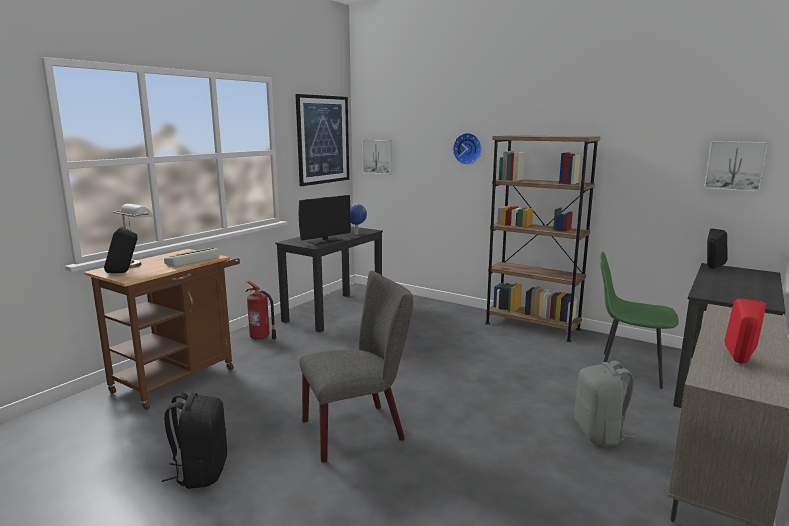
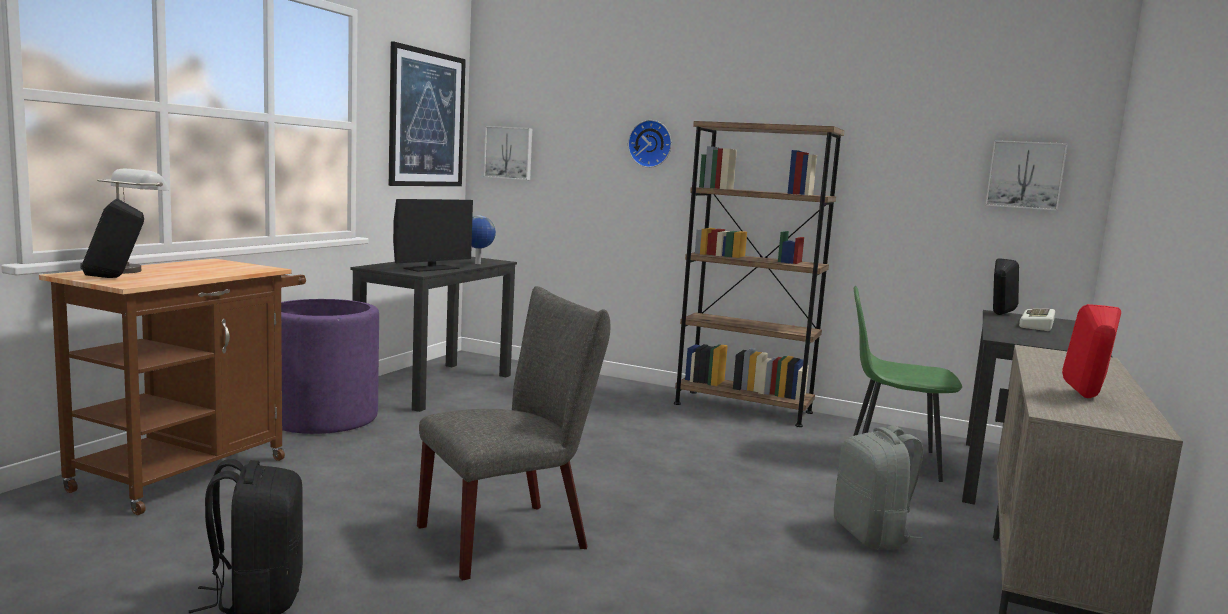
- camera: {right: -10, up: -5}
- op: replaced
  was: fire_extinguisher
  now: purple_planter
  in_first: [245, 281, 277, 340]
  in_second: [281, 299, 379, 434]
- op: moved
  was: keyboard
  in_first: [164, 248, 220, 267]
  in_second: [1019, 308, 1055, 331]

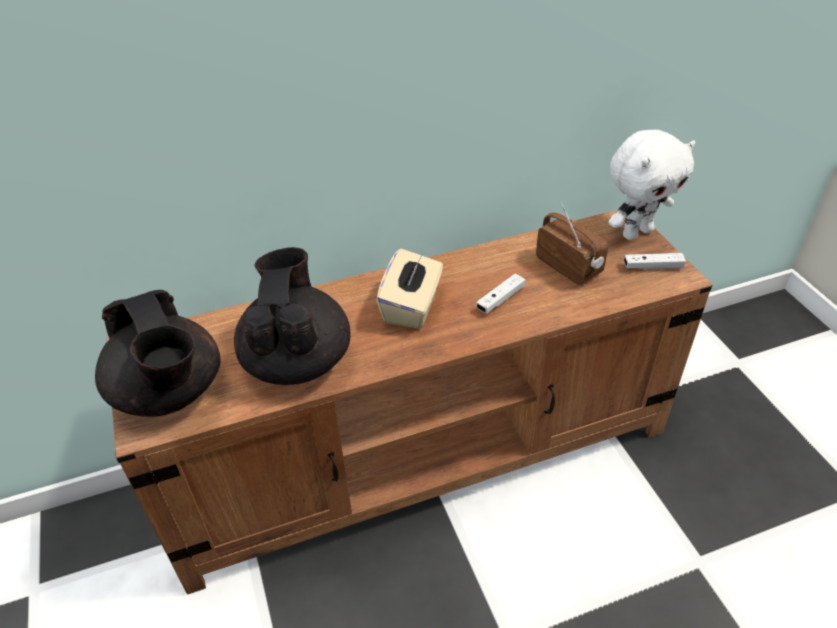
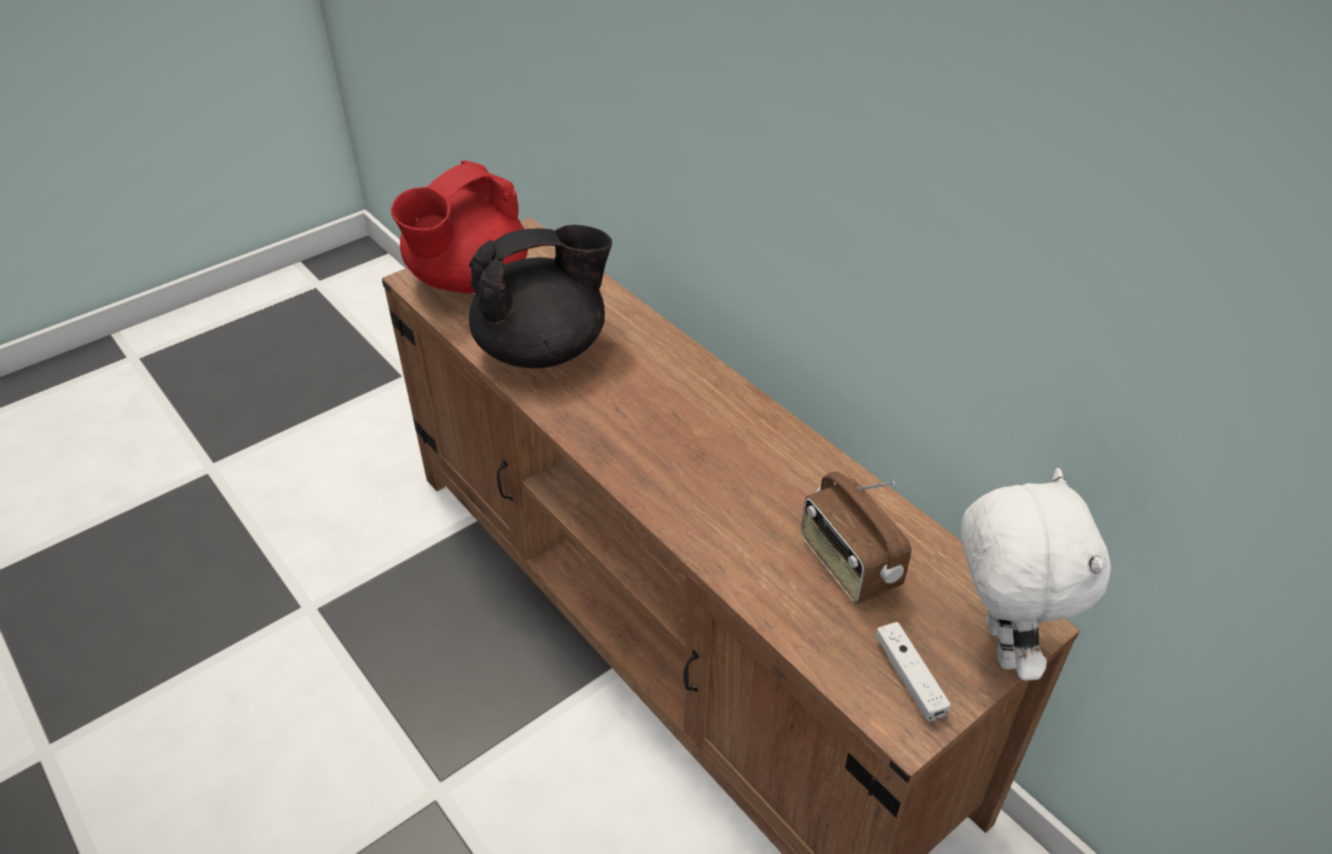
- camera: {right: 70, up: 0}
- op: recoloured
  was: black_teapot
  now: red_teapot
  in_first: [95, 290, 220, 417]
  in_second: [391, 160, 528, 293]
- op: turned
  was: radio
  in_first: [536, 203, 608, 285]
  in_second: [801, 472, 912, 604]
  clockwise: 120
- op: turned
  was: white_plush_toy
  in_first: [608, 130, 695, 240]
  in_second: [961, 468, 1111, 680]
  clockwise: -135
- op: removed
  was: beige_tissue_box
  in_first: [376, 249, 443, 329]
- op: removed
  was: white_game_controller
  in_first: [476, 274, 526, 313]

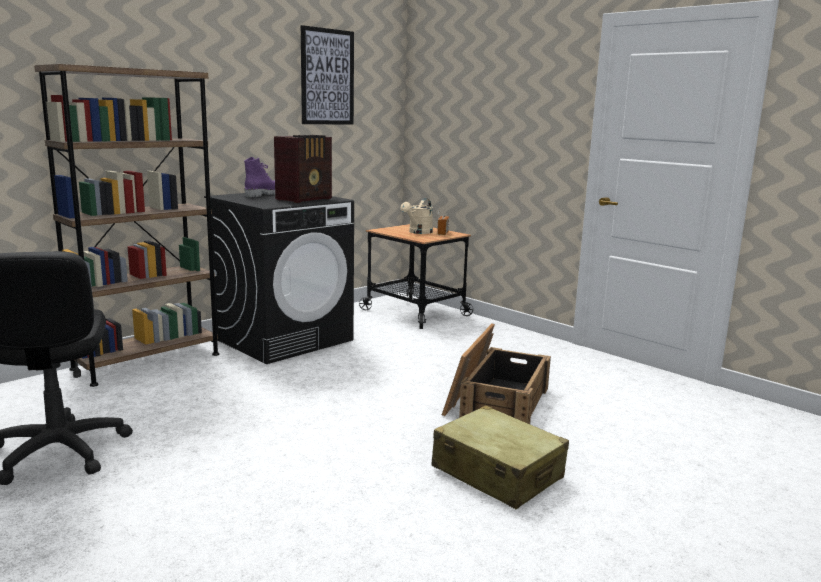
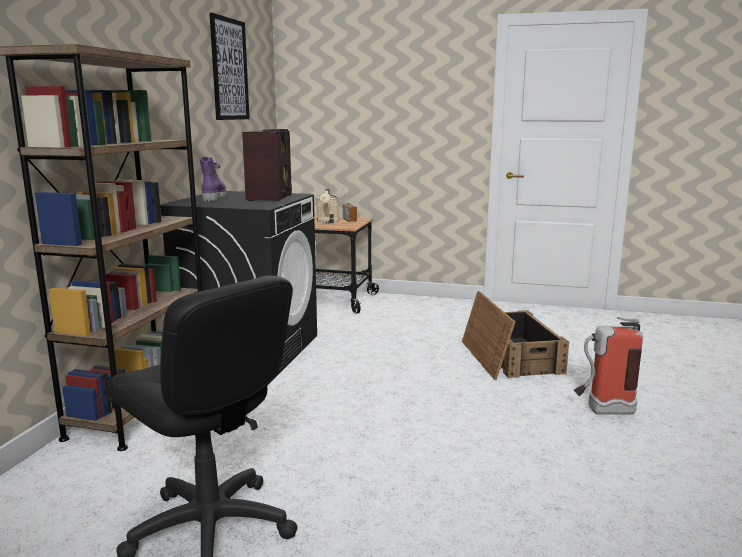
- camera: {right: -30, up: 0}
- op: replaced
  was: beige_suitcase
  now: fire_extinguisher
  in_first: [431, 405, 569, 509]
  in_second: [574, 317, 643, 415]

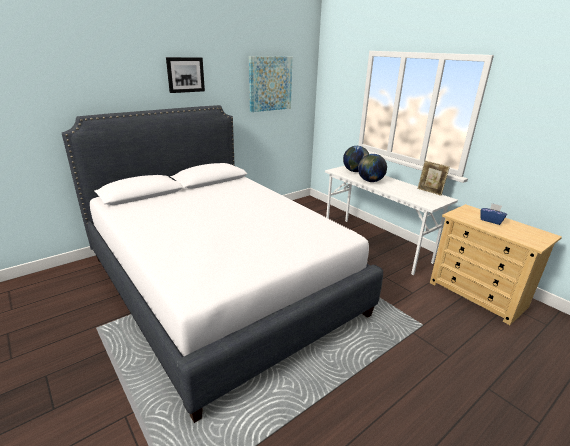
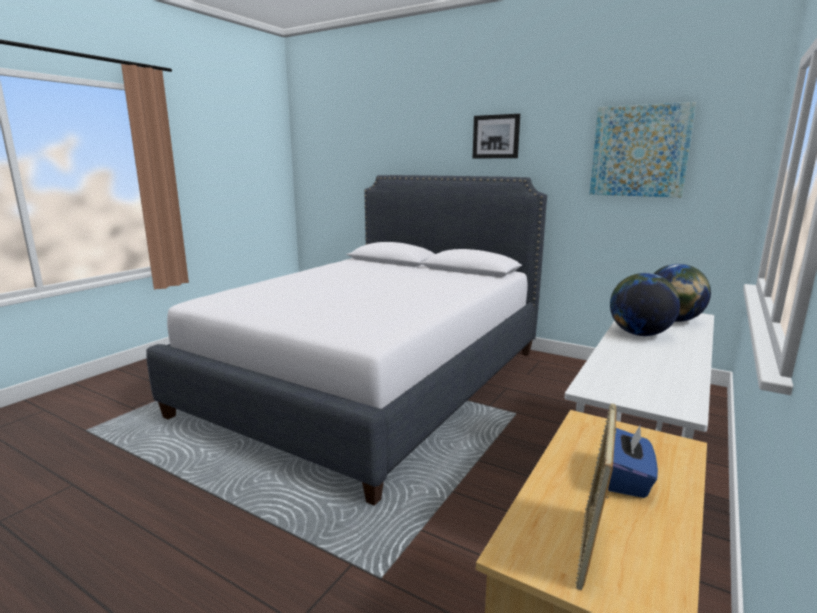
- camera: {right: 70, up: -10}
- op: moved
  was: picture_frame
  in_first: [418, 161, 450, 196]
  in_second: [575, 403, 616, 590]

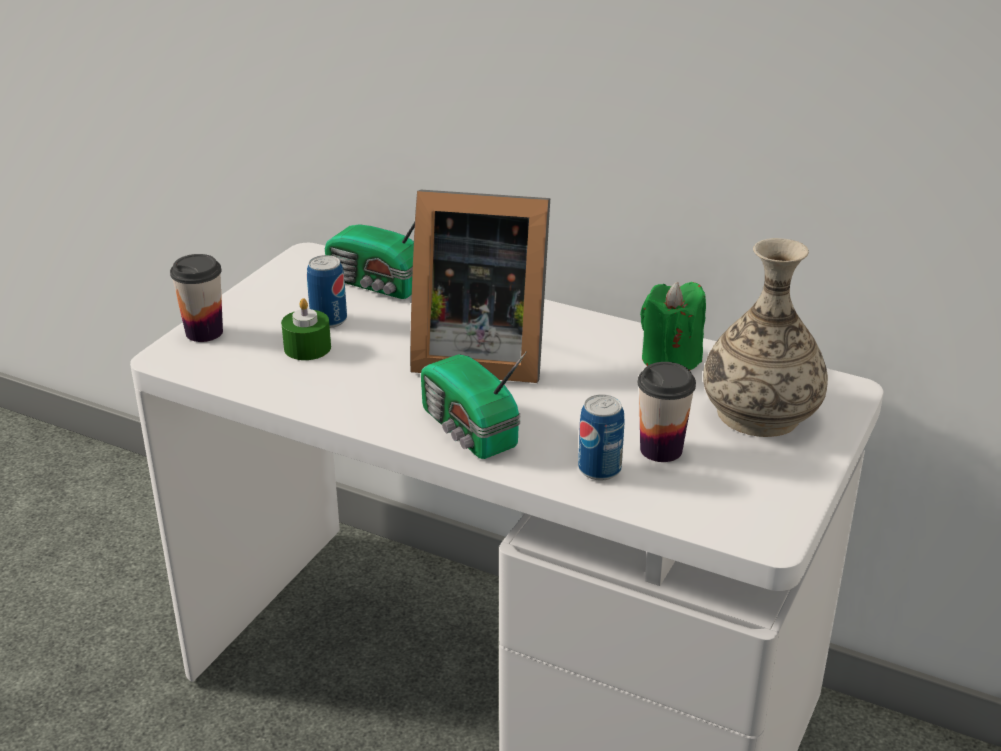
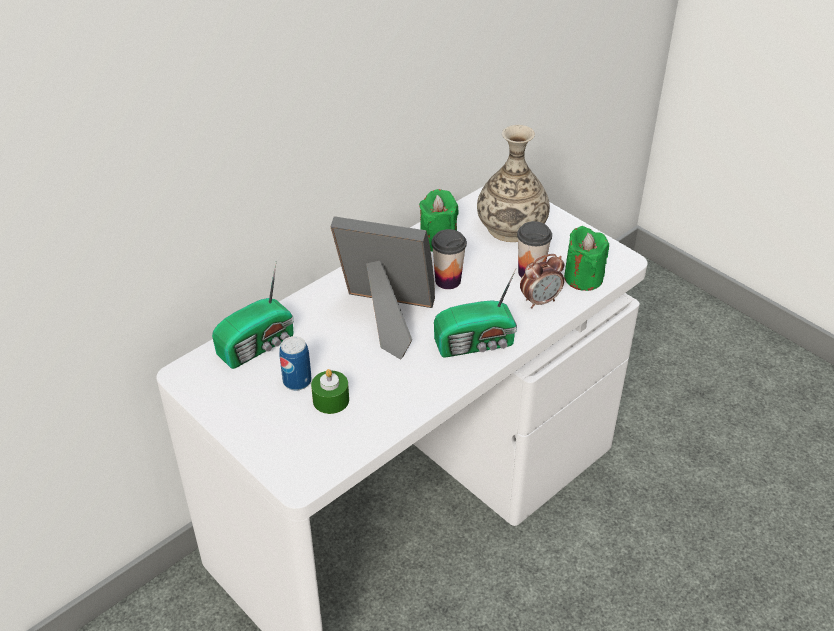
- camera: {right: -70, up: 10}
- op: turned
  was: picture_frame
  in_first: [410, 190, 550, 383]
  in_second: [330, 216, 435, 360]
  clockwise: -105
- op: moved
  was: cup
  in_first: [170, 254, 223, 342]
  in_second: [431, 229, 467, 289]
- op: replaced
  was: can
  now: alarm_clock
  in_first: [578, 394, 625, 480]
  in_second: [520, 254, 565, 309]
- op: added
  now: green_candle
  in_second: [564, 226, 609, 291]

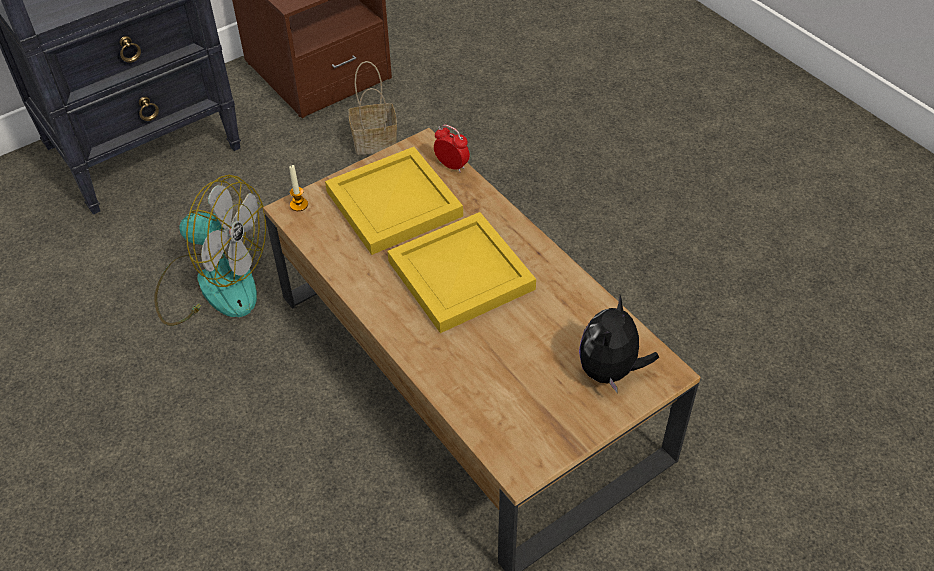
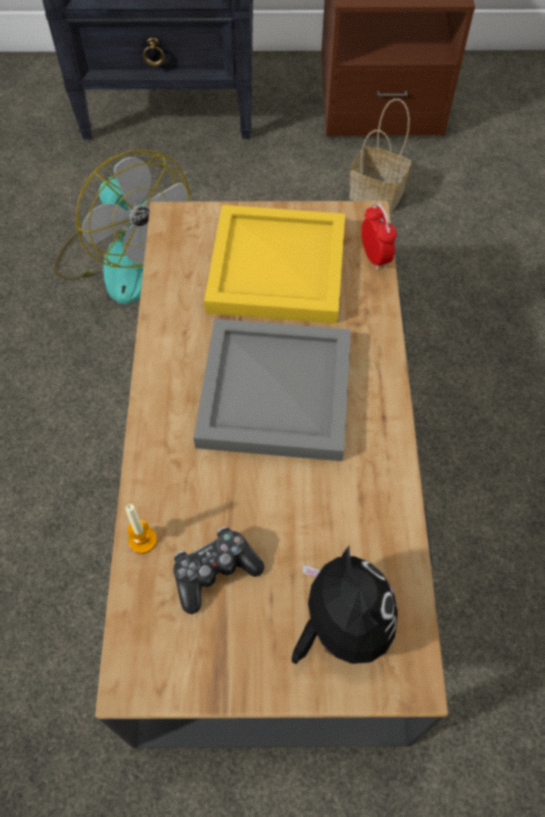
- camera: {right: 35, up: 10}
- op: moved
  was: candle
  in_first: [289, 165, 308, 211]
  in_second: [125, 504, 157, 554]
- op: added
  now: game_controller
  in_second: [173, 527, 264, 614]
- op: recoloured
  was: yellow_tray
  now: grey_tray
  in_first: [387, 212, 536, 333]
  in_second: [194, 319, 351, 461]
- op: turned
  was: plush_toy
  in_first: [579, 295, 659, 392]
  in_second: [292, 546, 398, 664]
  clockwise: 105

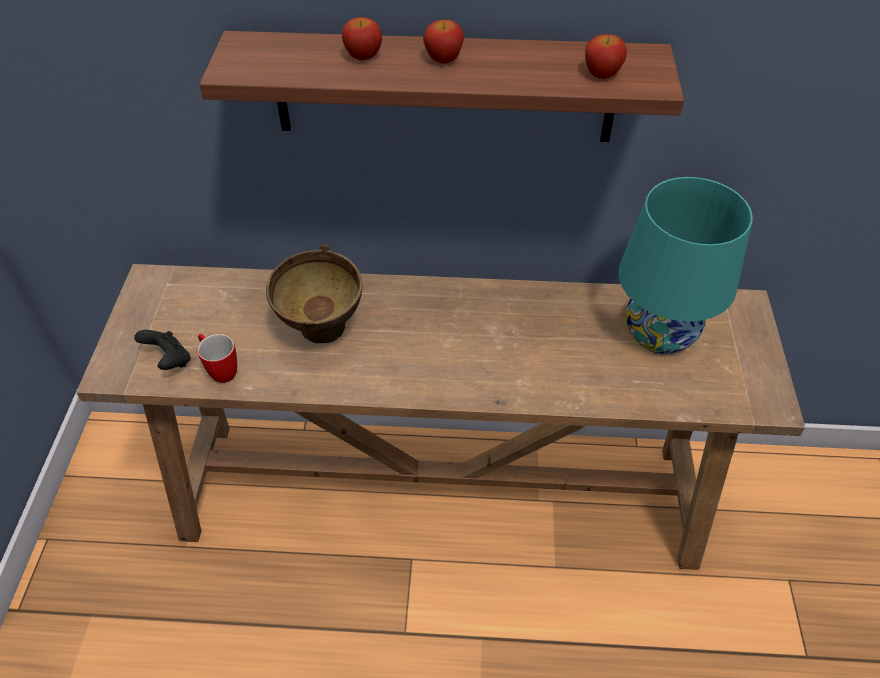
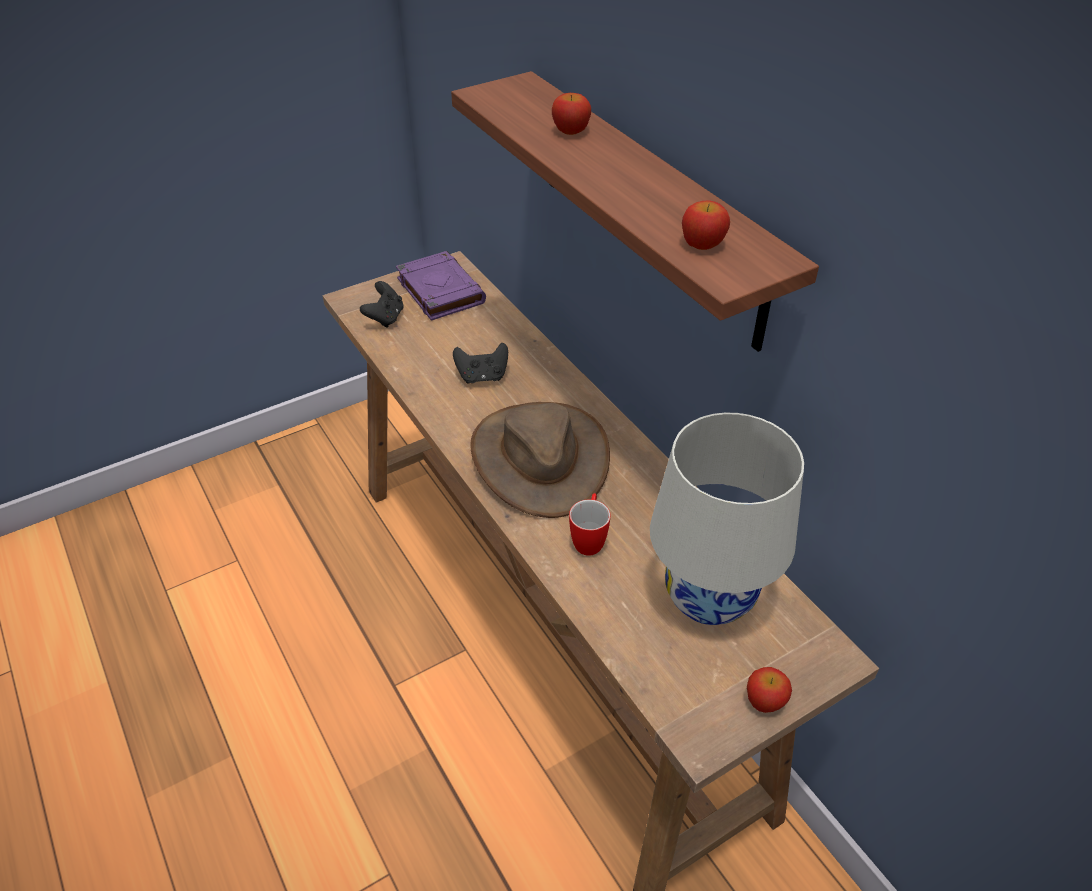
- camera: {right: 55, up: -5}
- op: added
  now: purple_book
  in_second: [396, 251, 486, 321]
- op: replaced
  was: brown_bowl
  now: black_game_controller
  in_first: [266, 244, 362, 344]
  in_second: [453, 343, 508, 383]
- op: added
  now: brown_hat
  in_second: [470, 402, 610, 518]
- op: moved
  was: mug
  in_first: [197, 334, 237, 383]
  in_second: [569, 493, 611, 556]
- op: recoloured
  was: turquoise_table_lamp
  now: white_table_lamp
  in_first: [618, 177, 753, 354]
  in_second: [650, 413, 804, 625]
- op: moved
  was: apple
  in_first: [423, 20, 464, 64]
  in_second: [747, 667, 792, 713]

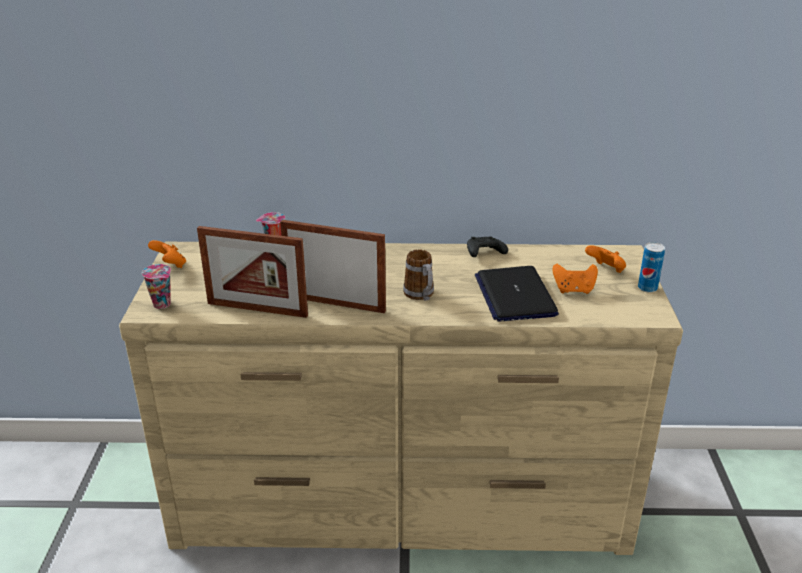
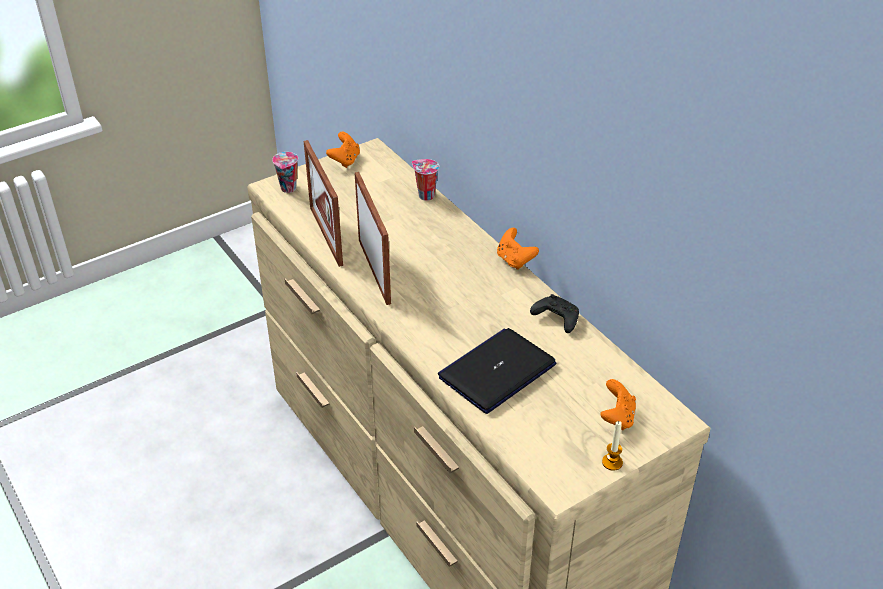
- camera: {right: 55, up: 10}
- op: moved
  was: orange_game_controller
  in_first: [553, 264, 598, 294]
  in_second: [497, 228, 539, 270]
- op: replaced
  was: can
  now: candle
  in_first: [638, 242, 665, 293]
  in_second: [602, 421, 623, 471]
- op: removed
  was: mug
  in_first: [403, 249, 434, 301]

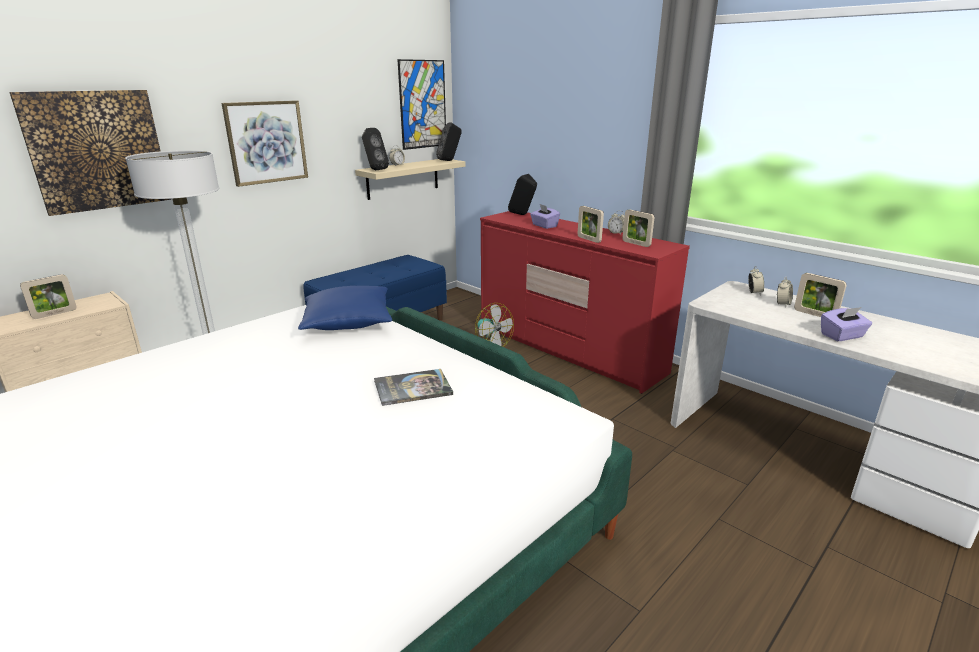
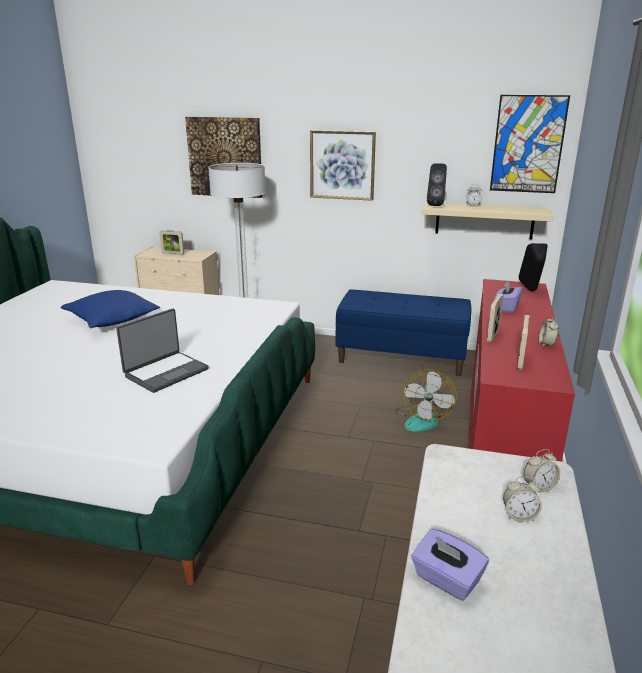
- camera: {right: 60, up: 0}
- op: moved
  was: blue_pillow
  in_first: [298, 286, 392, 330]
  in_second: [60, 290, 161, 328]
- op: replaced
  was: book
  now: laptop
  in_first: [374, 369, 453, 406]
  in_second: [116, 309, 209, 393]
- op: removed
  was: black_speaker
  in_first: [436, 123, 461, 161]
- op: removed
  was: picture_frame
  in_first: [794, 273, 847, 317]

